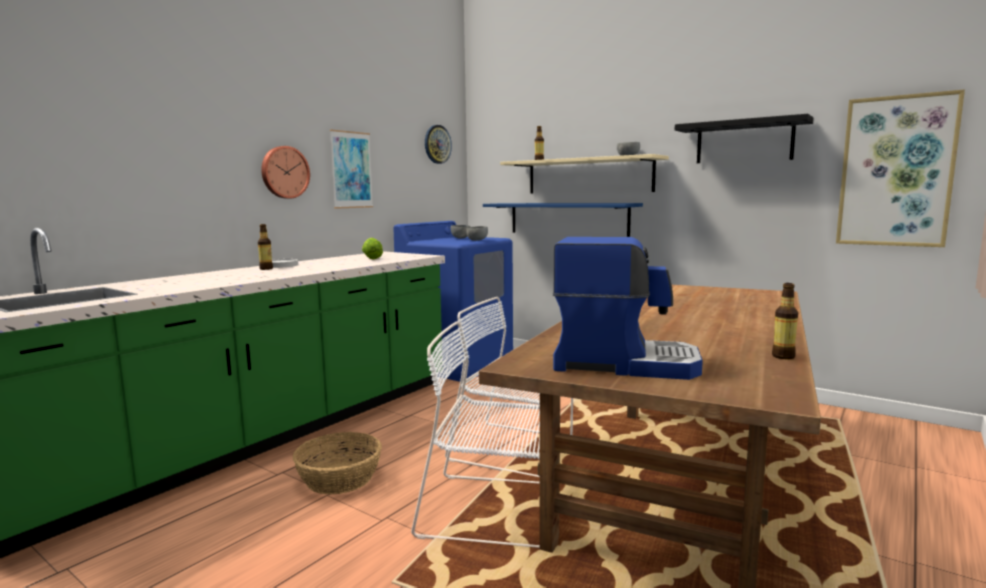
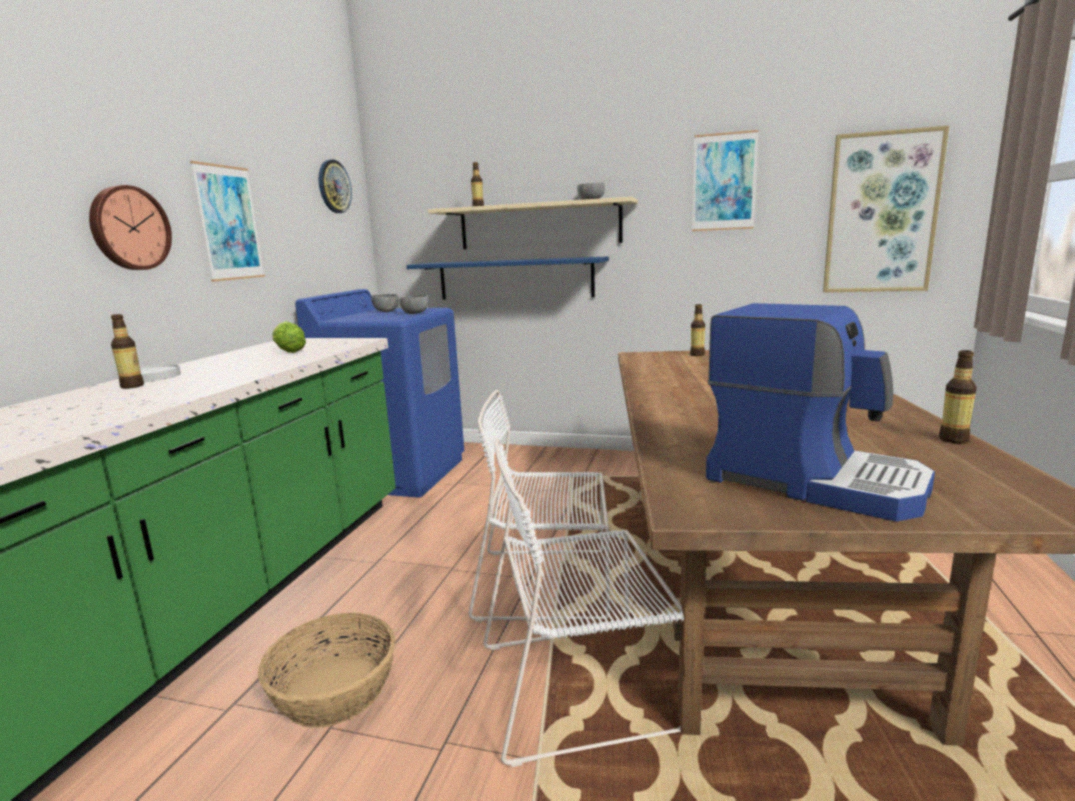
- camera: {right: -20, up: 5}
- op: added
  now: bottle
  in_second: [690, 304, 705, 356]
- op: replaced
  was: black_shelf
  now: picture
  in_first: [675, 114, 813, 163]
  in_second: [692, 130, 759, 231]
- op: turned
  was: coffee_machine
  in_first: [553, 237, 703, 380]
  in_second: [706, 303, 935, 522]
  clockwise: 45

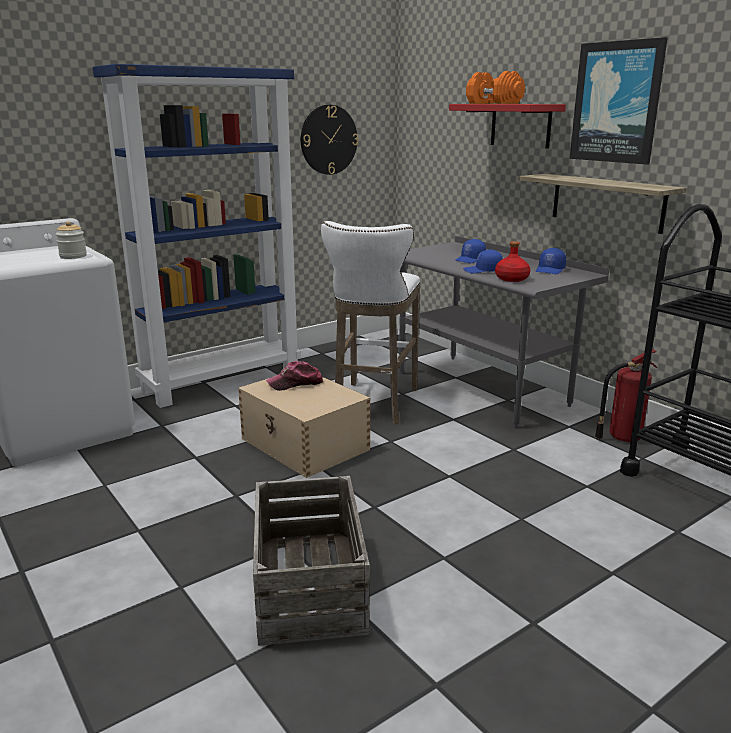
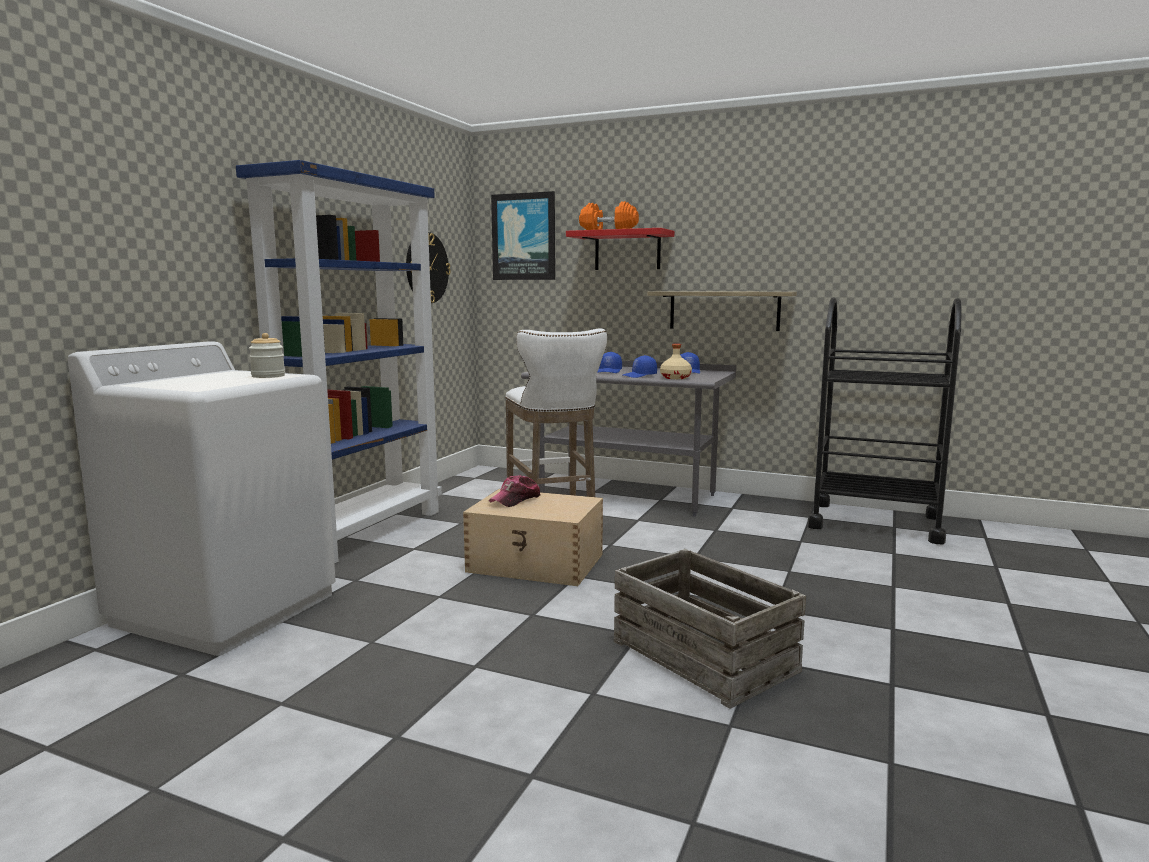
- camera: {right: -30, up: -10}
- op: moved
  was: picture
  in_first: [570, 37, 668, 165]
  in_second: [491, 191, 555, 280]
- op: recoloured
  was: red_bottle
  now: beige_bottle
  in_first: [495, 241, 530, 282]
  in_second: [660, 344, 692, 379]
- op: removed
  was: fire_extinguisher
  in_first: [595, 349, 657, 443]

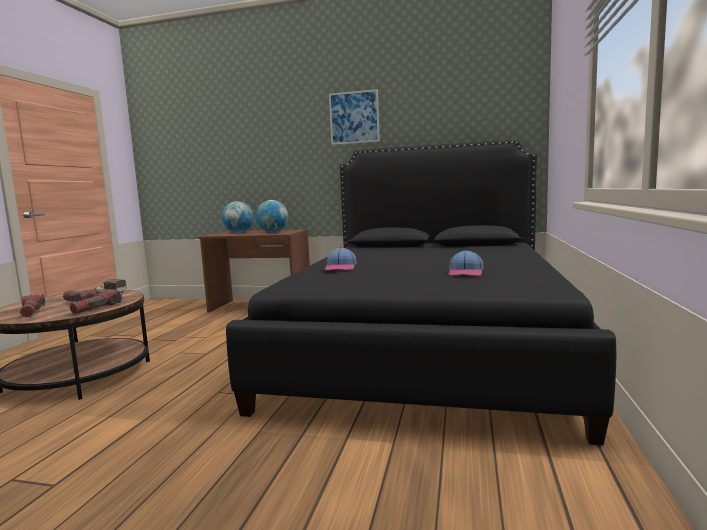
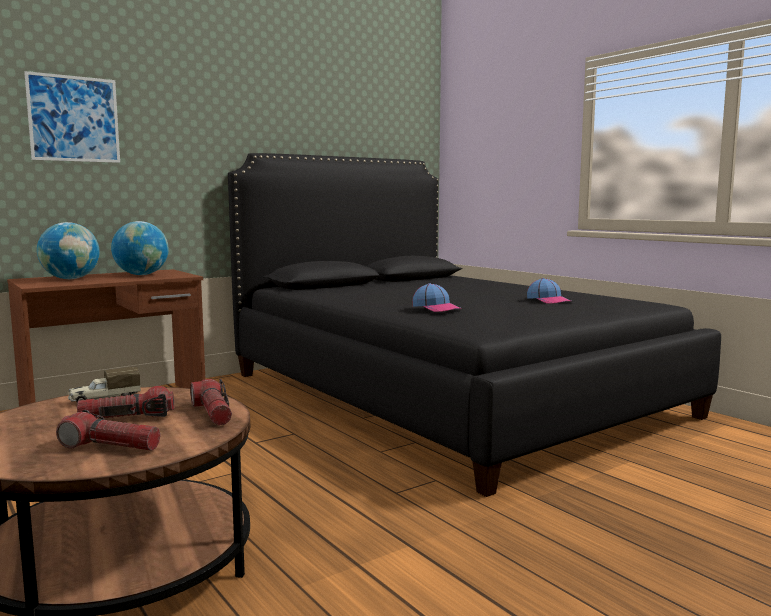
- camera: {right: -50, up: 0}
- op: moved
  was: picture
  in_first: [329, 89, 380, 145]
  in_second: [24, 71, 120, 163]

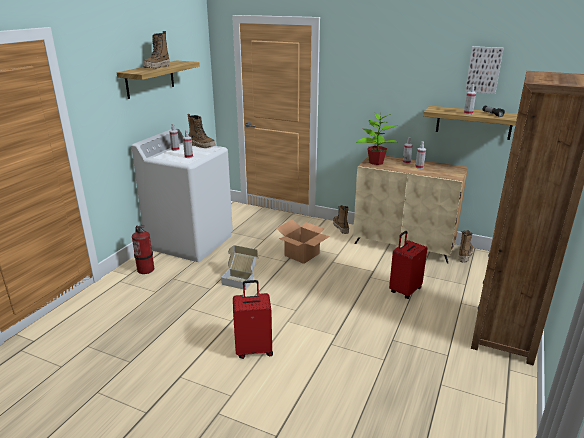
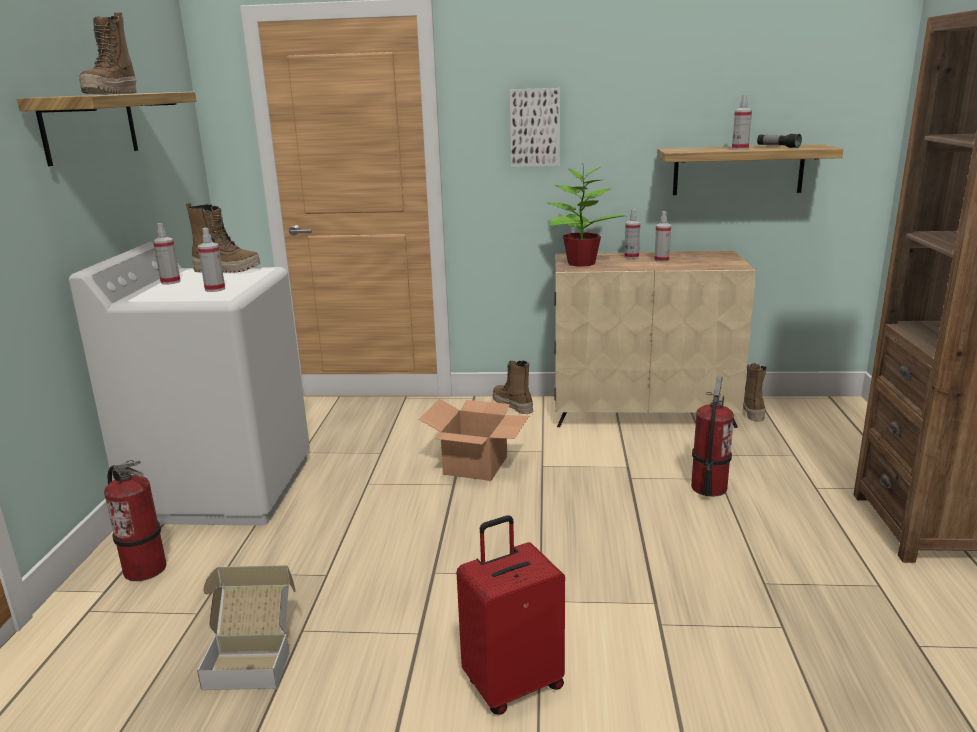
- camera: {right: -20, up: -5}
- op: moved
  was: cardboard_box
  in_first: [221, 245, 258, 290]
  in_second: [197, 565, 295, 690]
- op: moved
  was: picture
  in_first: [465, 46, 504, 94]
  in_second: [510, 88, 560, 167]
- op: replaced
  was: red_suitcase
  now: fire_extinguisher
  in_first: [389, 231, 427, 299]
  in_second: [691, 376, 734, 497]

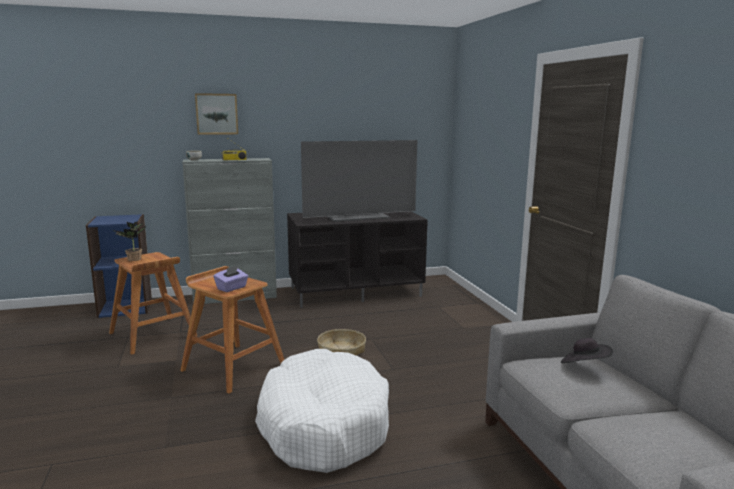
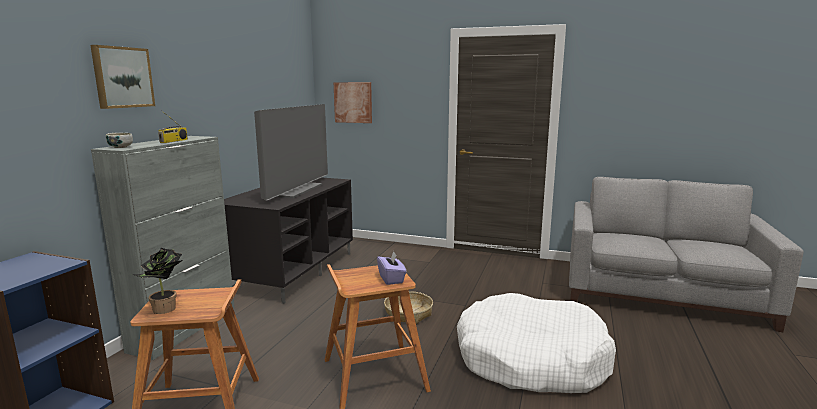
- camera: {right: -55, up: 0}
- op: added
  now: picture
  in_second: [333, 82, 372, 123]
- op: removed
  was: black_hat
  in_first: [561, 338, 613, 363]

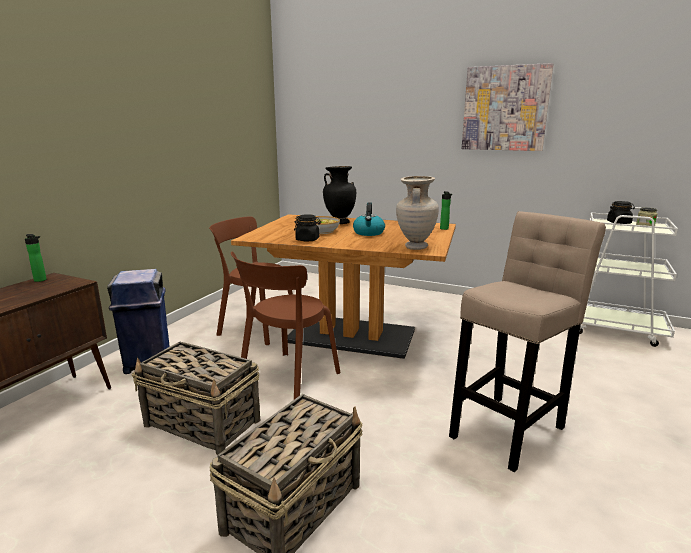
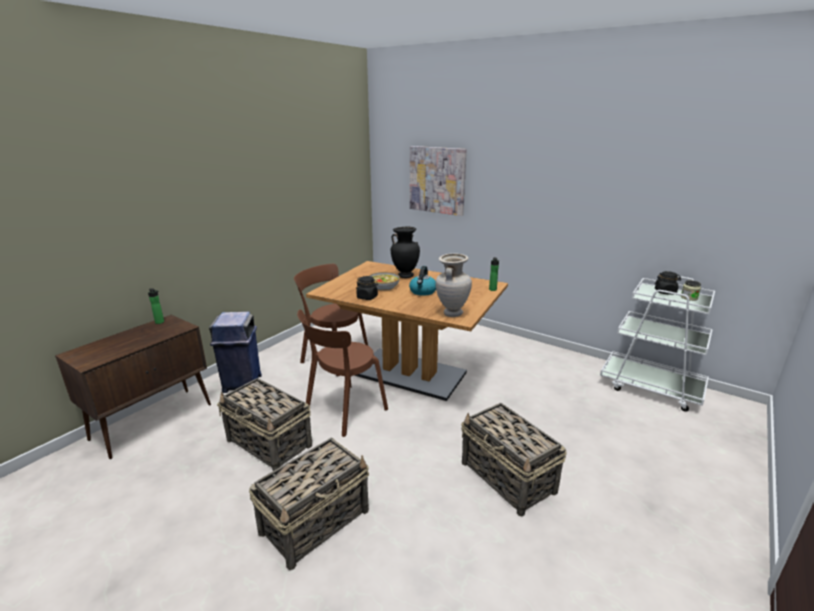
- camera: {right: 10, up: 5}
- op: moved
  was: picture
  in_first: [462, 63, 554, 151]
  in_second: [410, 146, 467, 216]
- op: replaced
  was: beige_stool
  now: basket
  in_first: [449, 211, 606, 472]
  in_second: [461, 403, 566, 516]

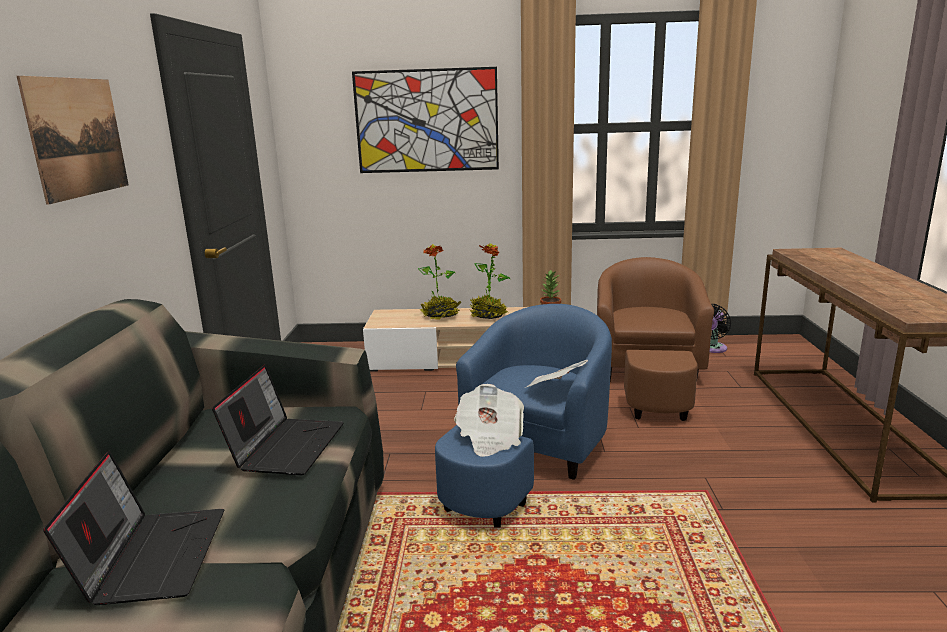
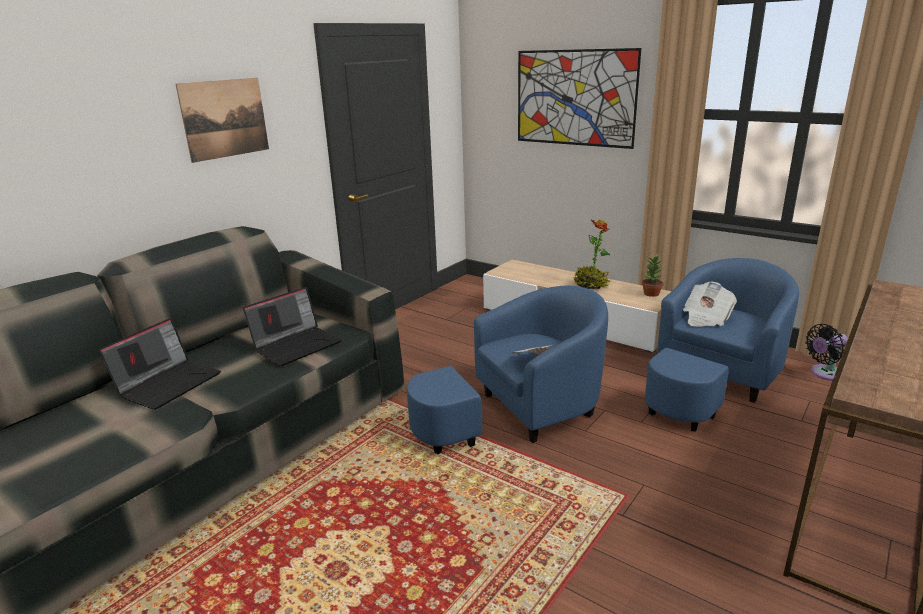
- camera: {right: 35, up: 5}
- op: recoloured
  was: brown_armchair
  now: blue_armchair
  in_first: [597, 257, 714, 421]
  in_second: [645, 258, 799, 432]
- op: moved
  was: newspaper
  in_first: [454, 384, 524, 457]
  in_second: [683, 282, 737, 327]
- op: removed
  was: potted_plant
  in_first: [418, 244, 461, 320]

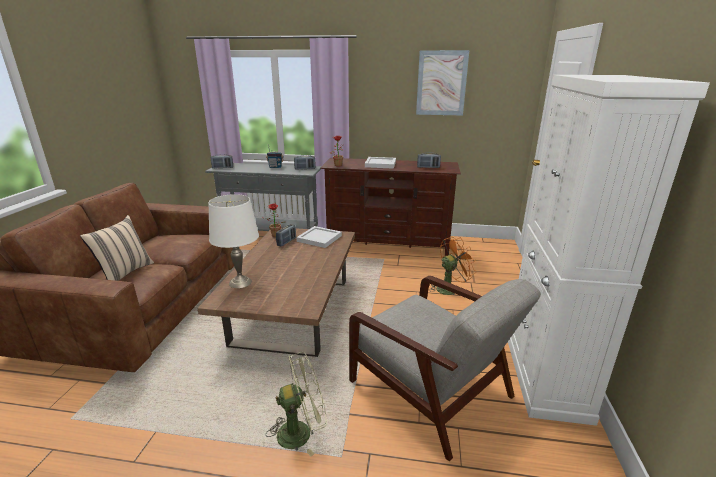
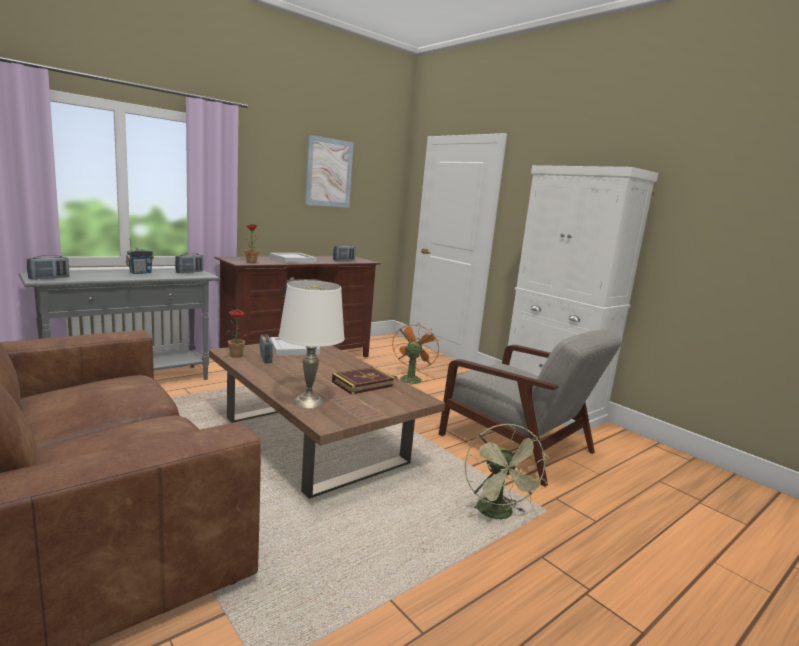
- camera: {right: -50, up: -10}
- op: added
  now: book
  in_second: [332, 367, 395, 395]
- op: turned
  was: grey_armchair
  in_first: [349, 276, 541, 462]
  in_second: [439, 330, 622, 486]
  clockwise: 45
- op: turned
  was: green_fan
  in_first: [266, 352, 327, 456]
  in_second: [465, 424, 550, 519]
  clockwise: 150
- op: removed
  was: beige_pillow
  in_first: [80, 215, 154, 281]

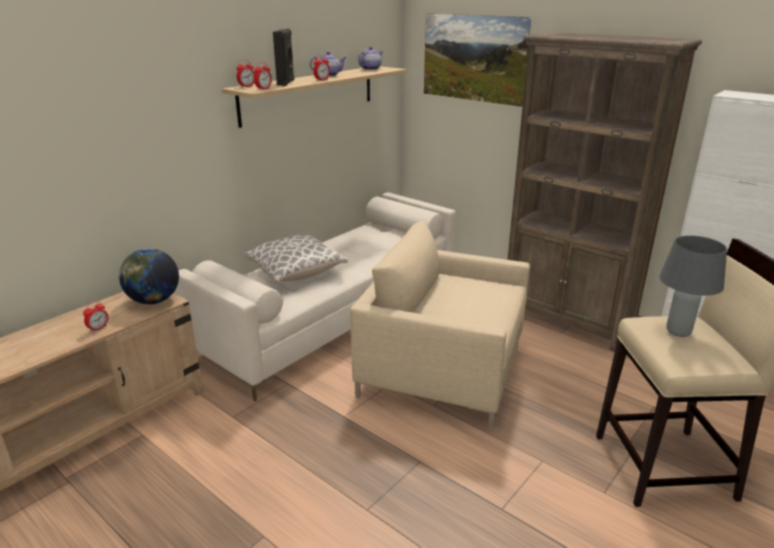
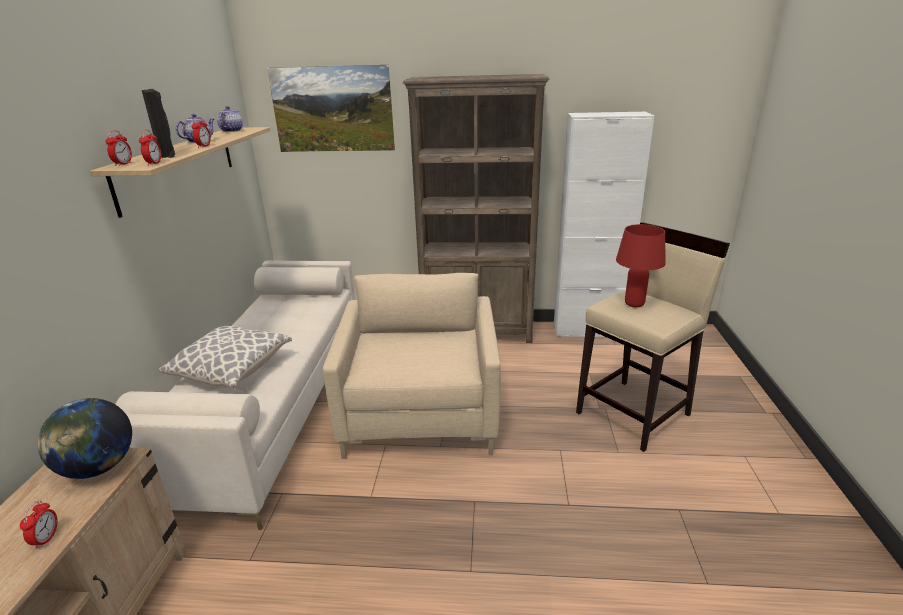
- camera: {right: -35, up: 0}
- op: turned
  was: beige_armchair
  in_first: [350, 221, 530, 430]
  in_second: [323, 273, 501, 459]
  clockwise: 105
- op: recoloured
  was: grey_table_lamp
  now: red_table_lamp
  in_first: [660, 235, 727, 337]
  in_second: [616, 224, 666, 308]

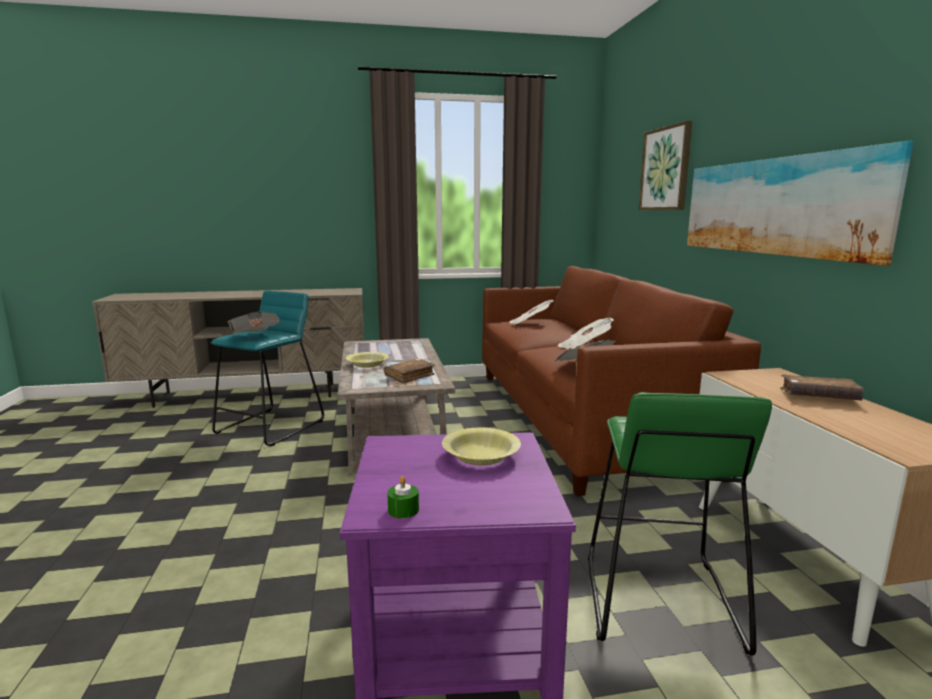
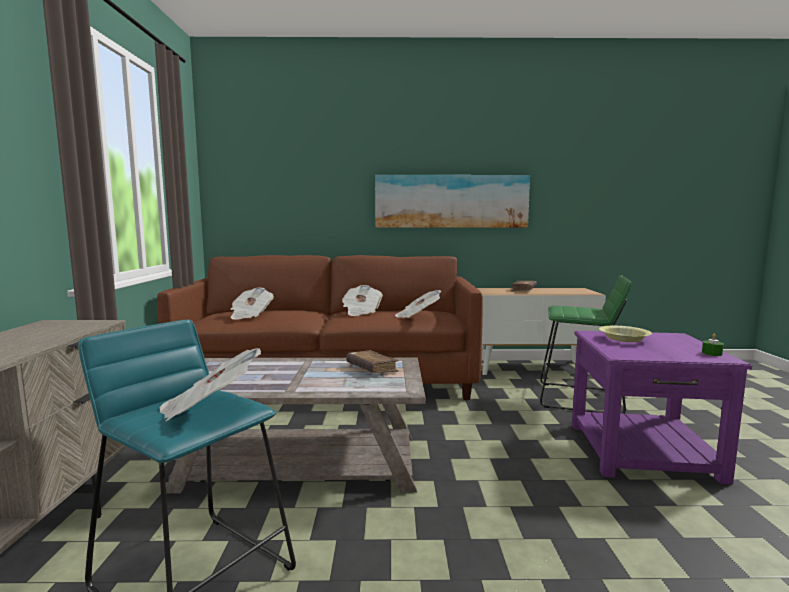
- camera: {right: -80, up: -5}
- op: removed
  was: yellow_bowl
  in_first: [346, 352, 389, 368]
- op: removed
  was: picture
  in_first: [639, 121, 692, 210]

